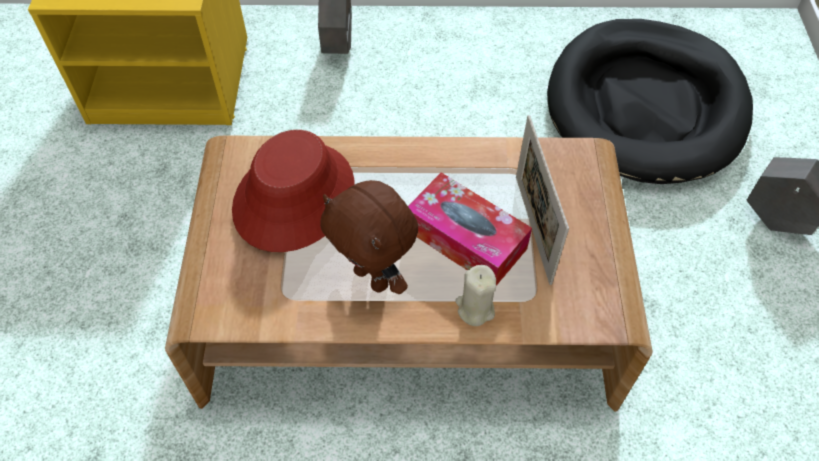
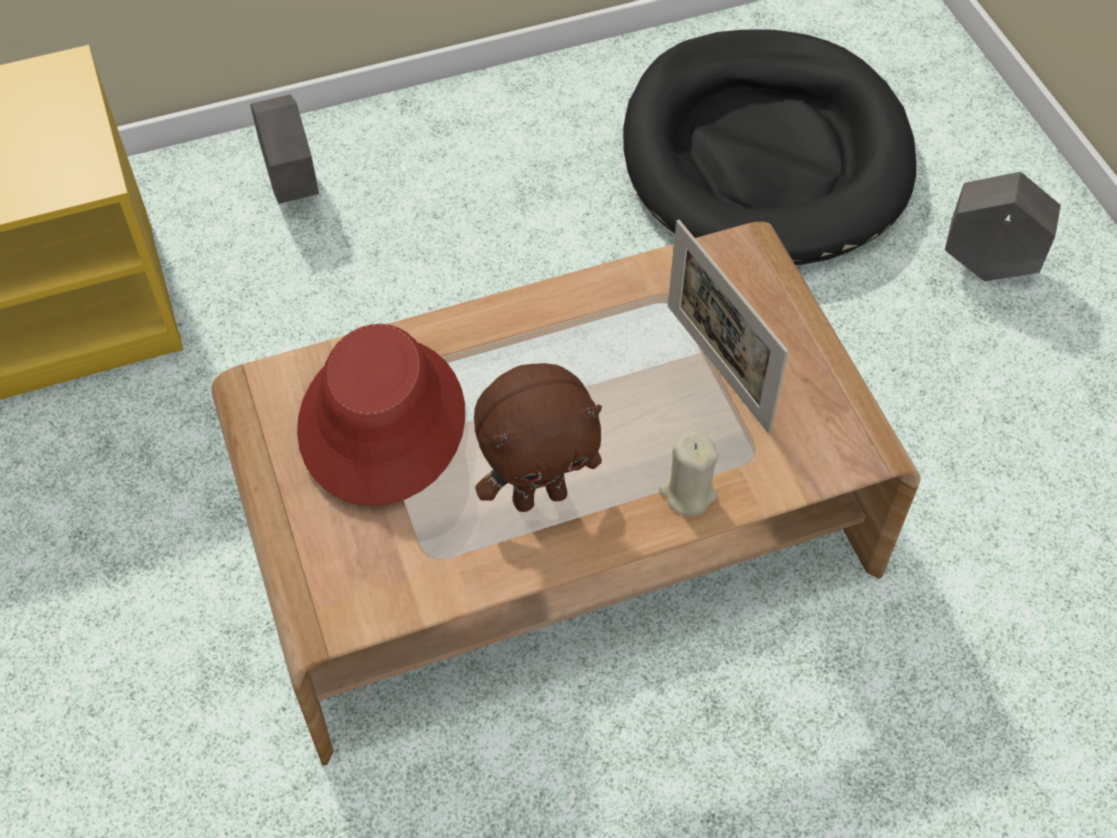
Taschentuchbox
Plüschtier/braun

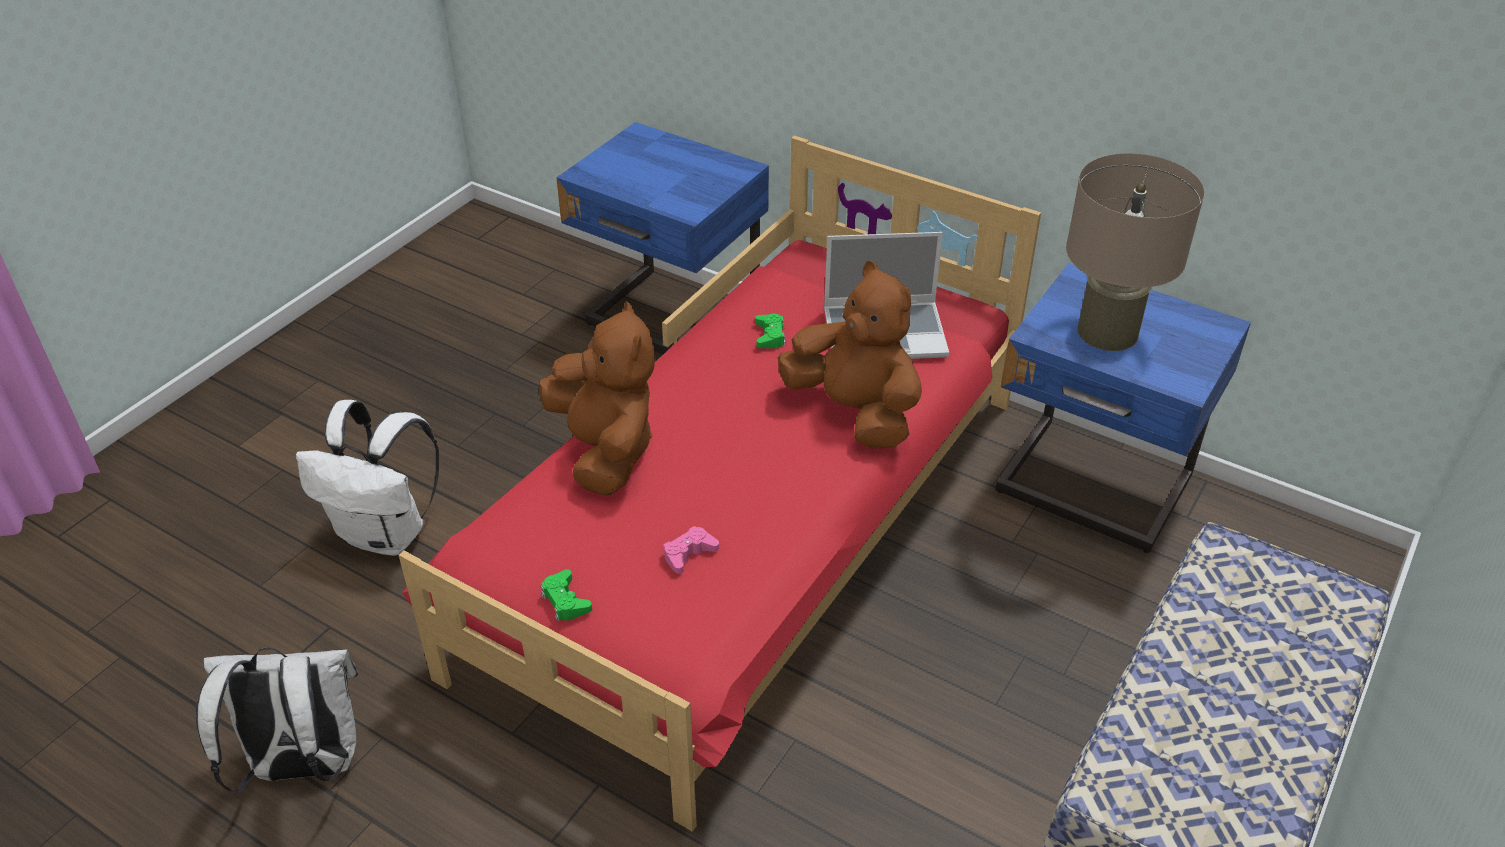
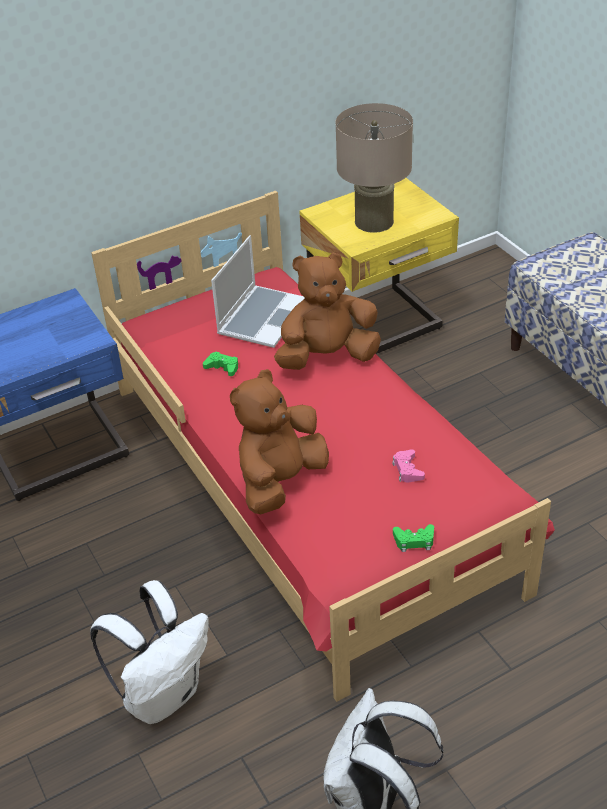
Nachttisch/gelb
Plüschtier/braun (no. 1 from left)

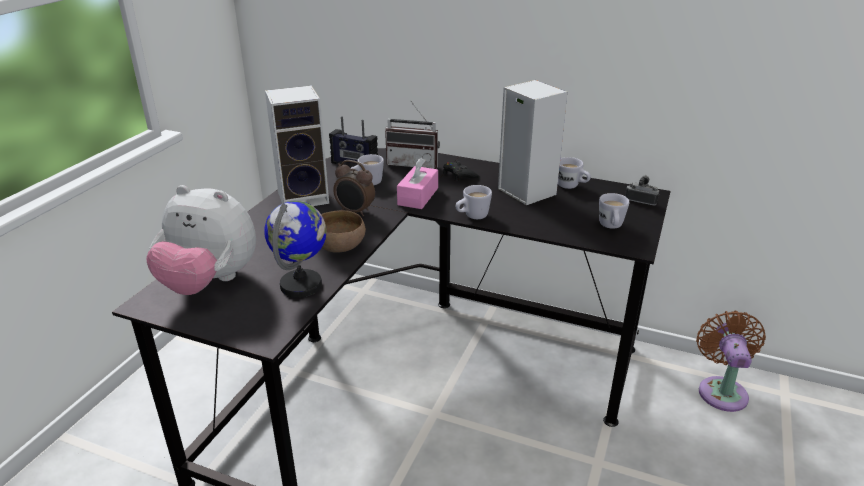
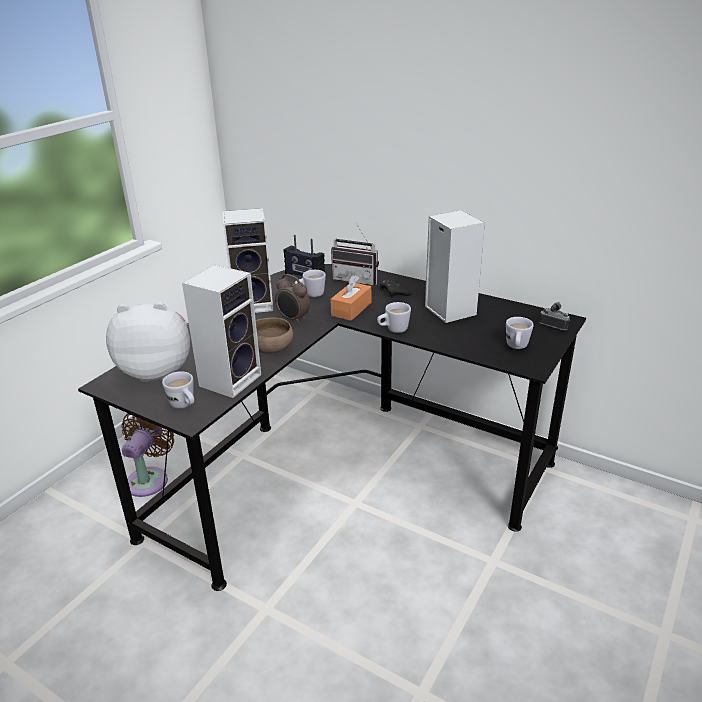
Henkelbecher/weiß (no. 1 from left)
Taschentuchbox/orange
Plüschtier
Lautsprecher (no. 1 from left)
Ventilator/braun

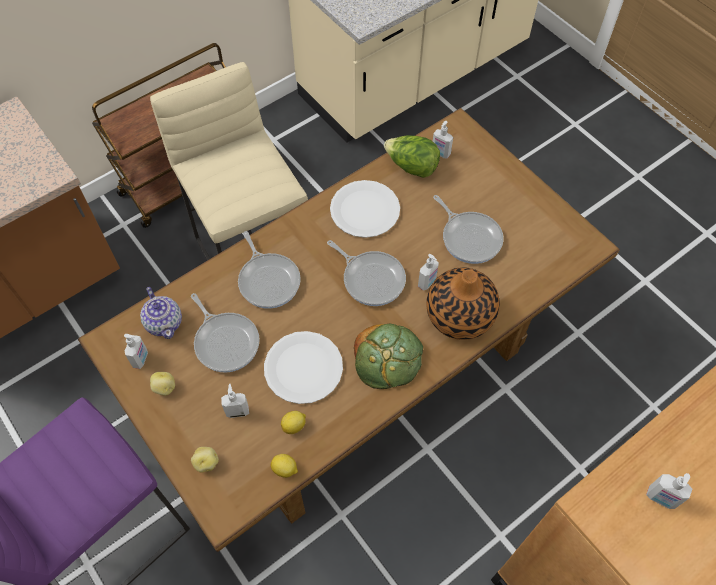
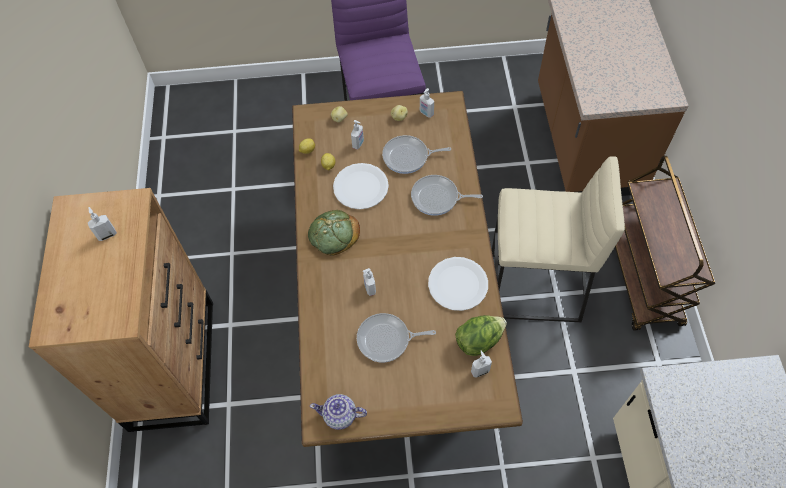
Pfanne (no. 3 from left in the first image)
Vase
Teekanne

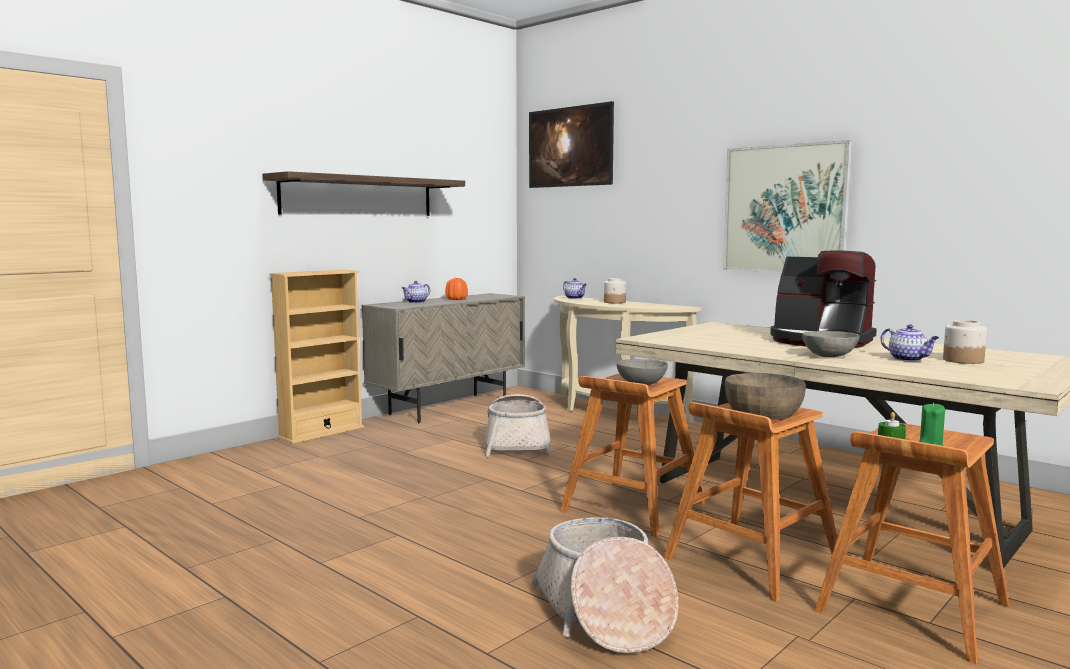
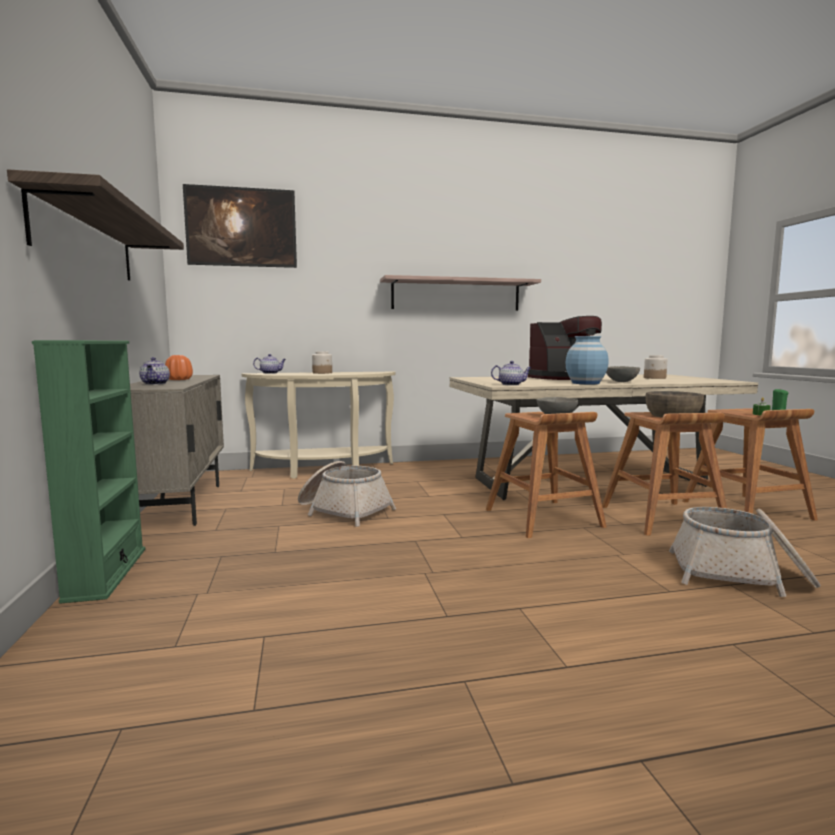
Wandregal (no. 2 from left)
Bücherregal/grün
Teekanne (no. 3 from left)
Vase/blau

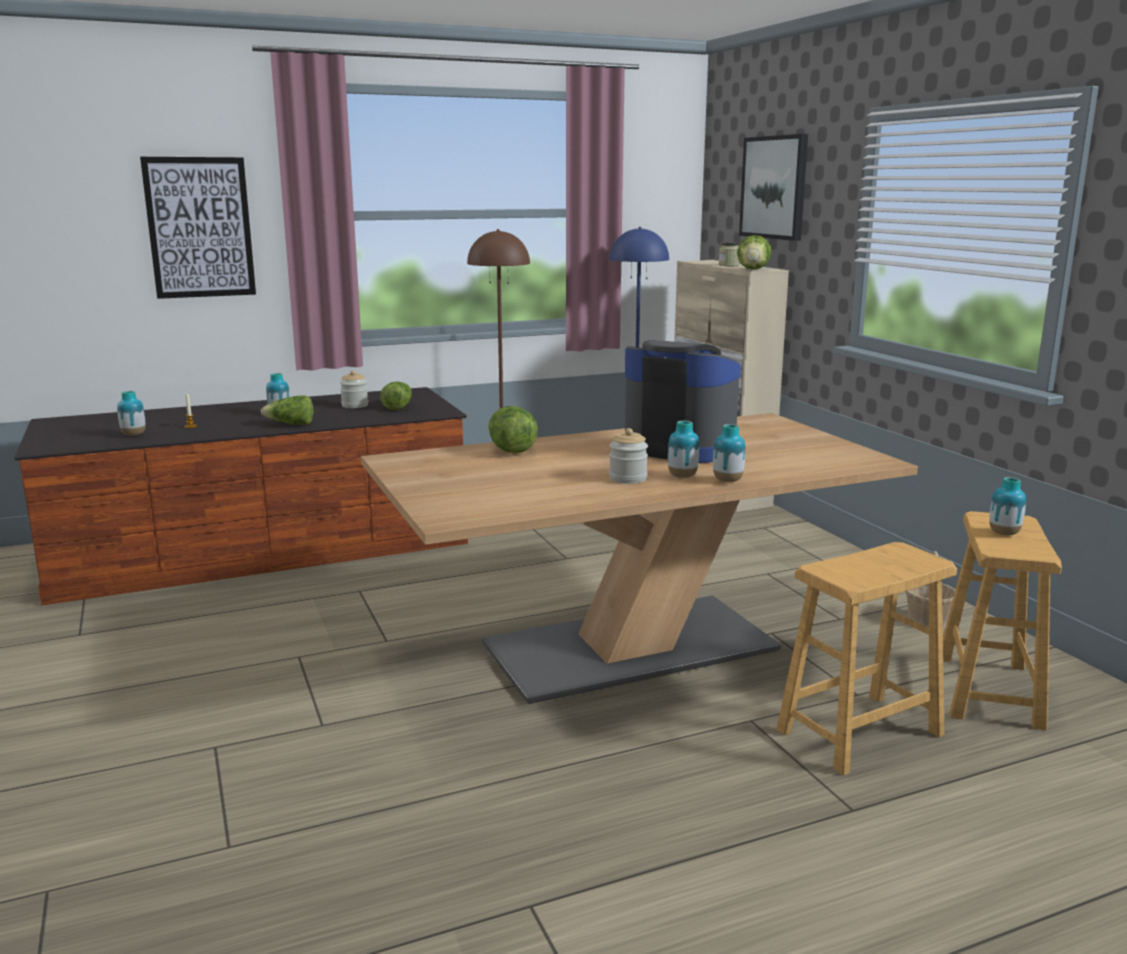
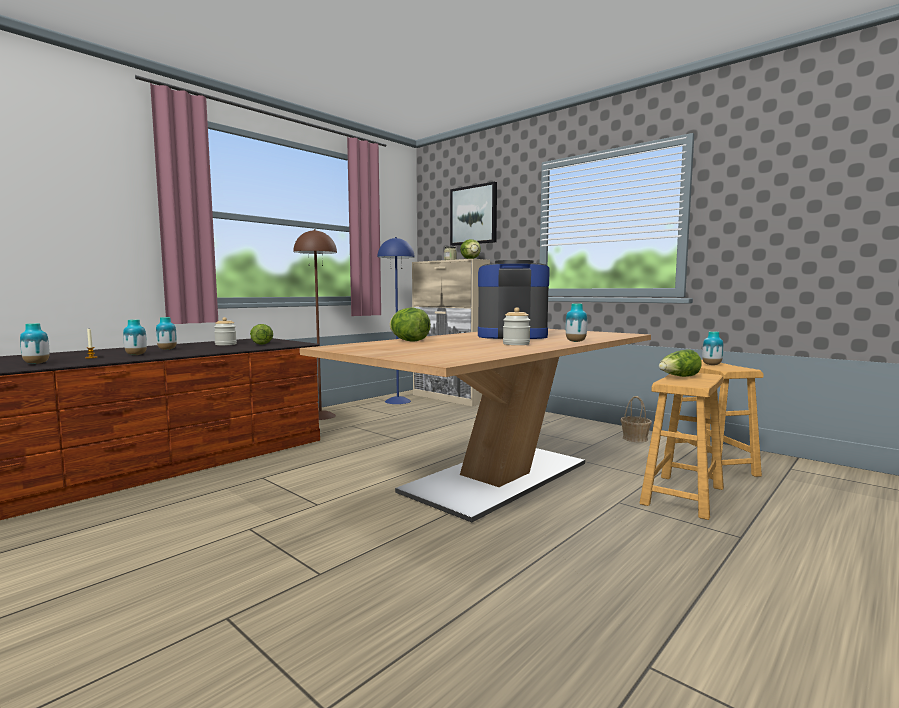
Bild (no. 1 from left in the first image)
Salatkopf (no. 4 from left)
Vase (no. 2 from left)

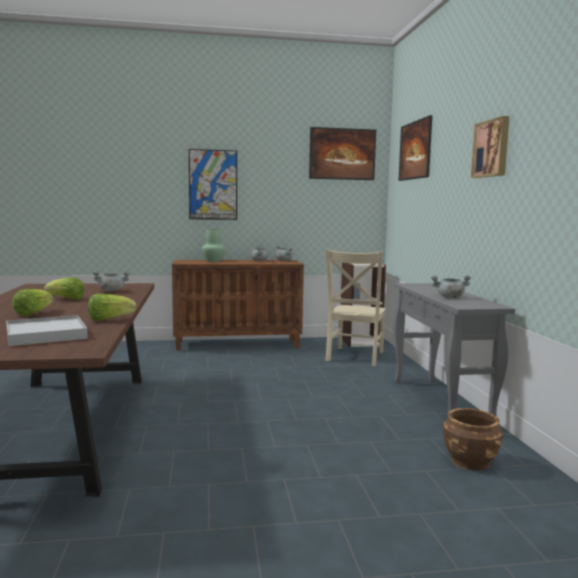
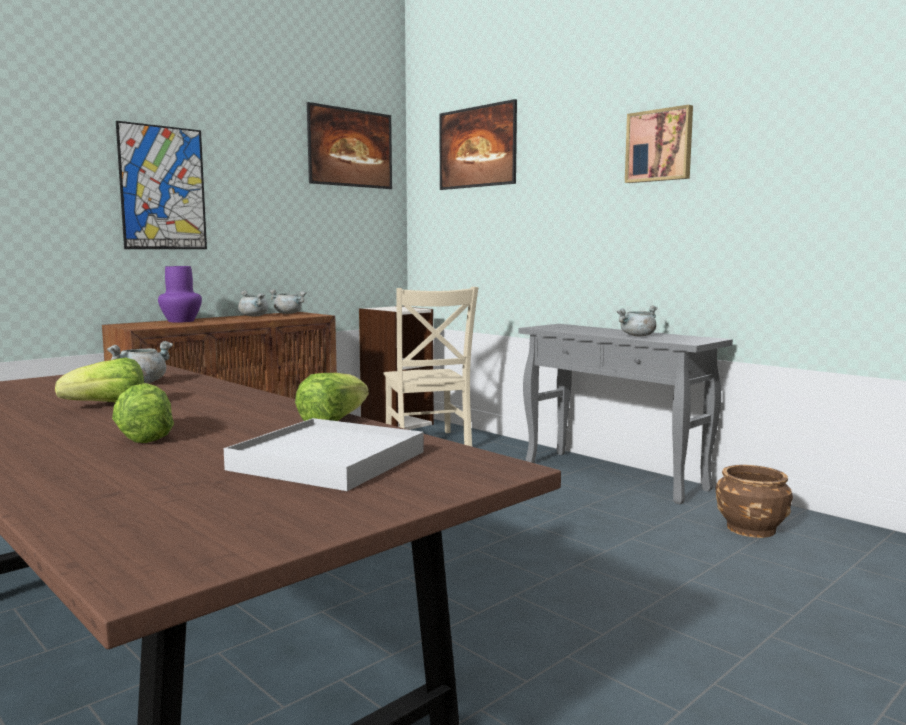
Vase/lila

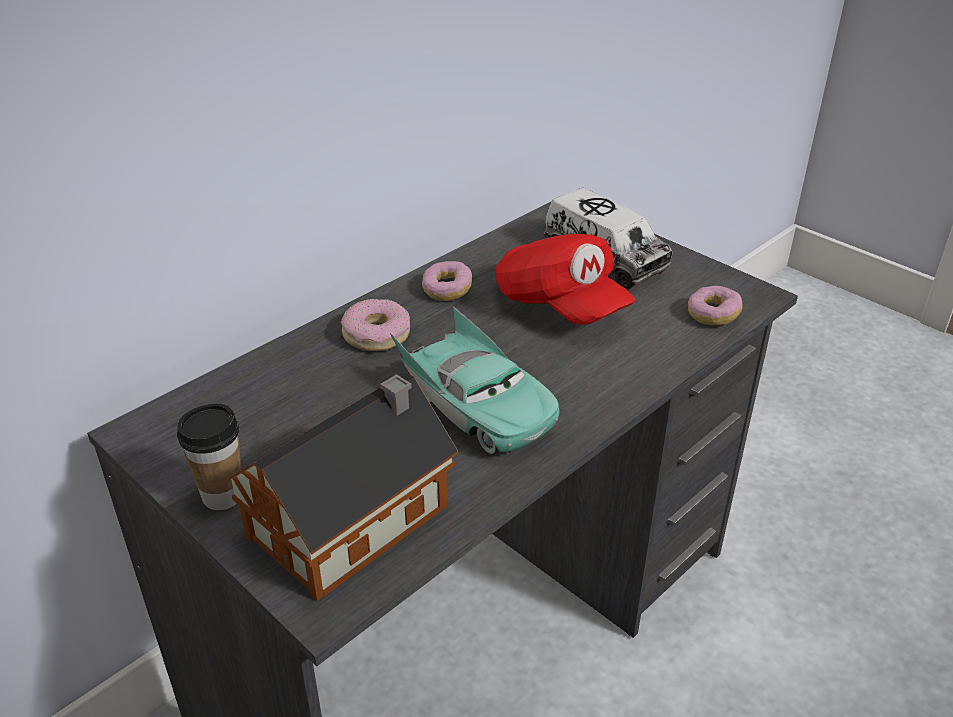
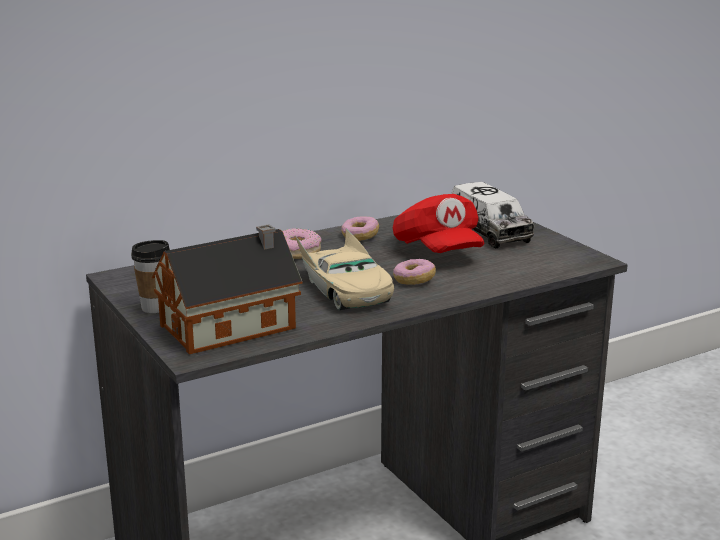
Donut (no. 3 from left)
Spielzeugauto/beige

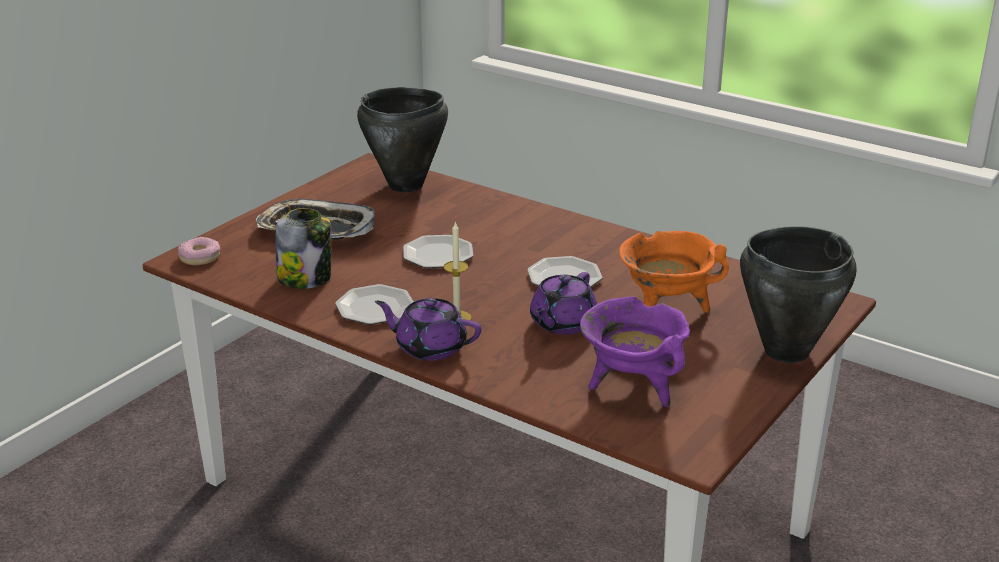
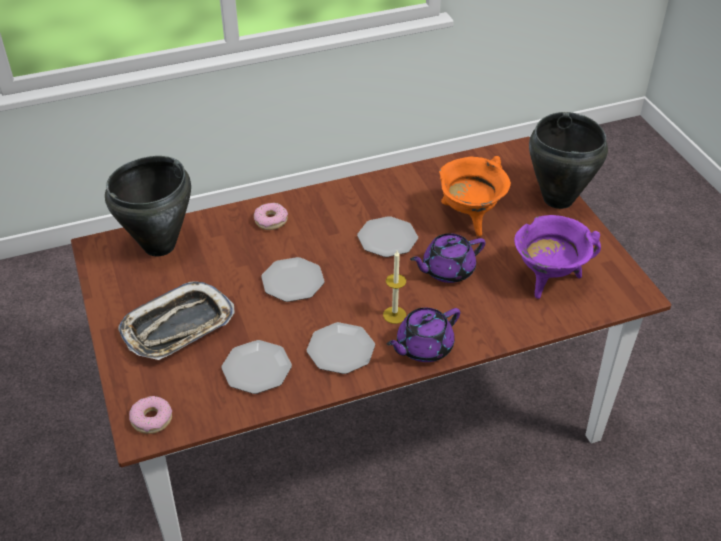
Teller (no. 1 from left)
Teekanne/lila (no. 2 from left)
Donut (no. 2 from left)

